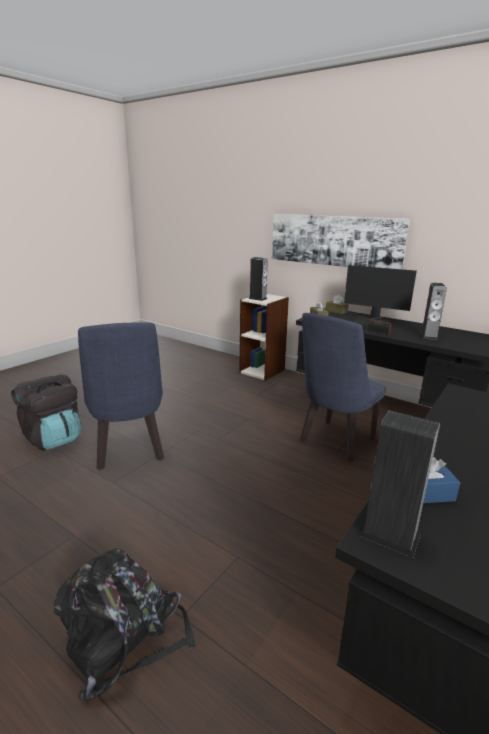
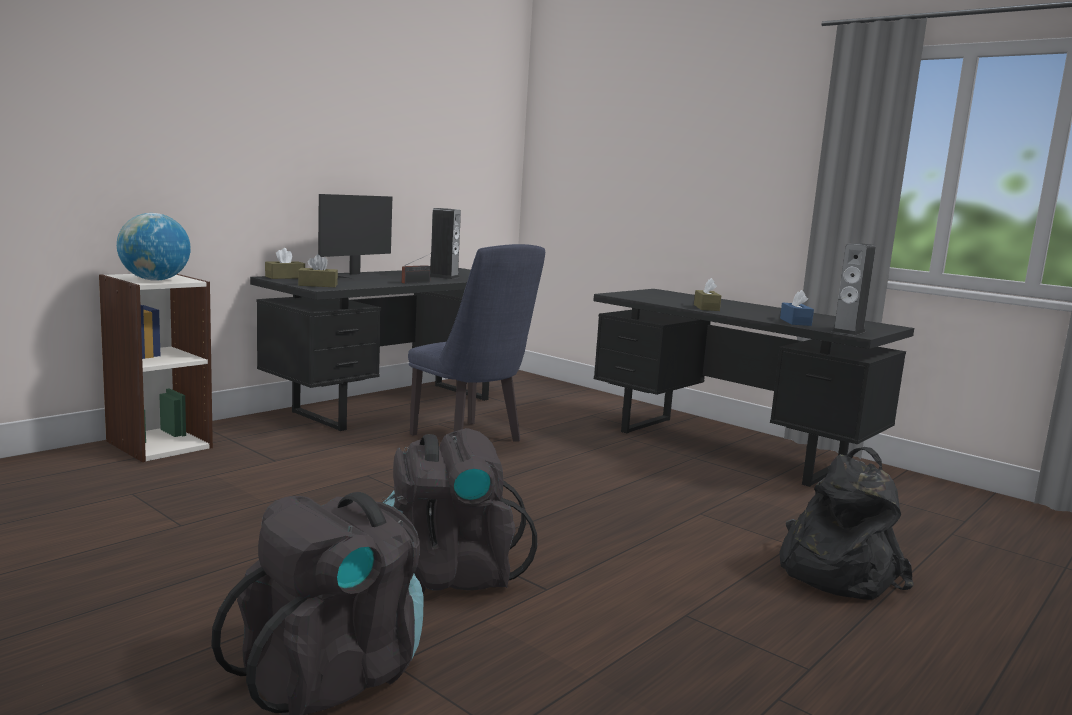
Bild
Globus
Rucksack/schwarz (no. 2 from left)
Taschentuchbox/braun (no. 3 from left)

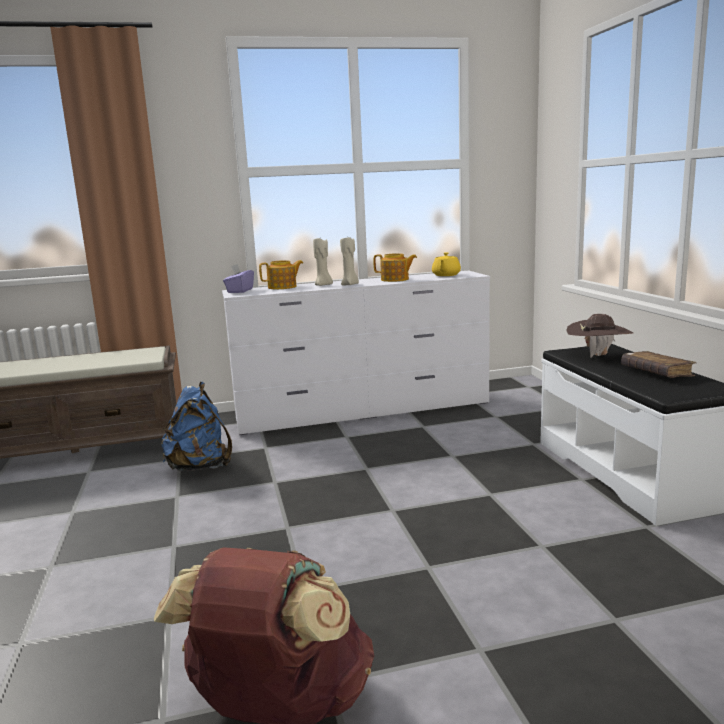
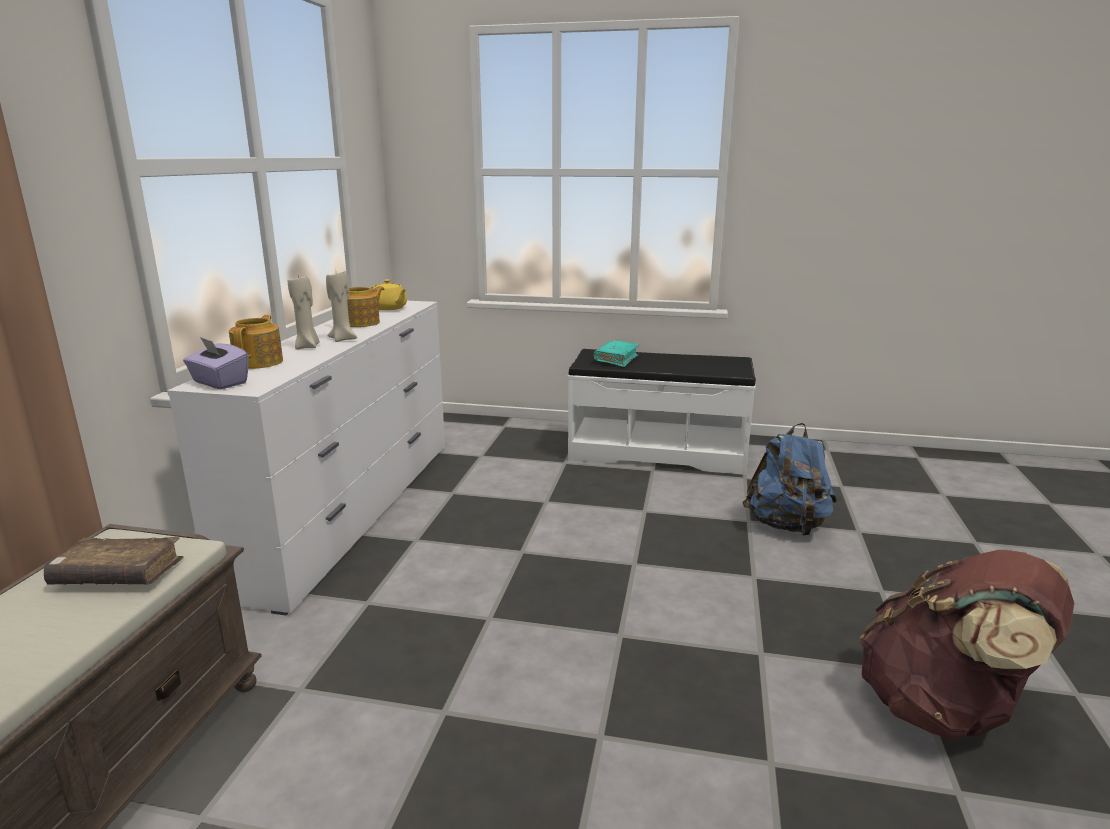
Buch/türkis
Buch/braun
Rucksack/blau

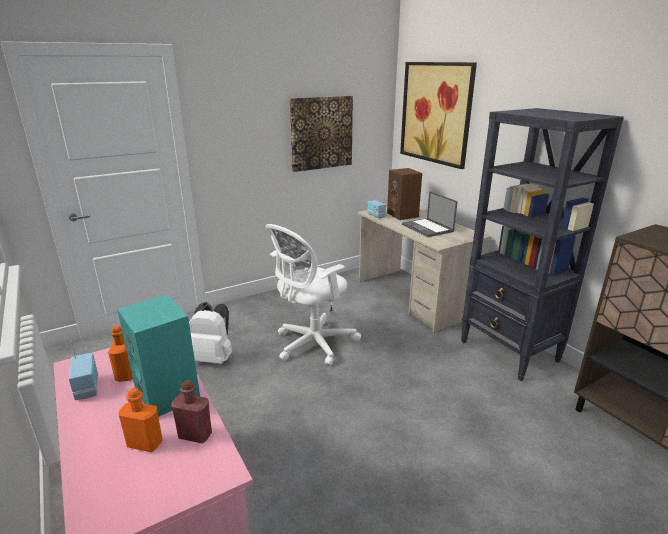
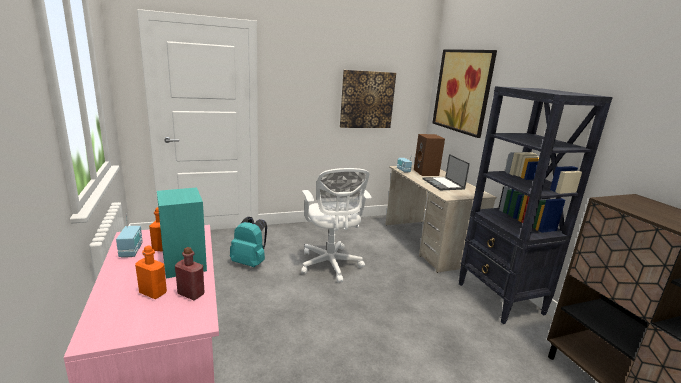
Bürostuhl/weiß
Rucksack/türkis

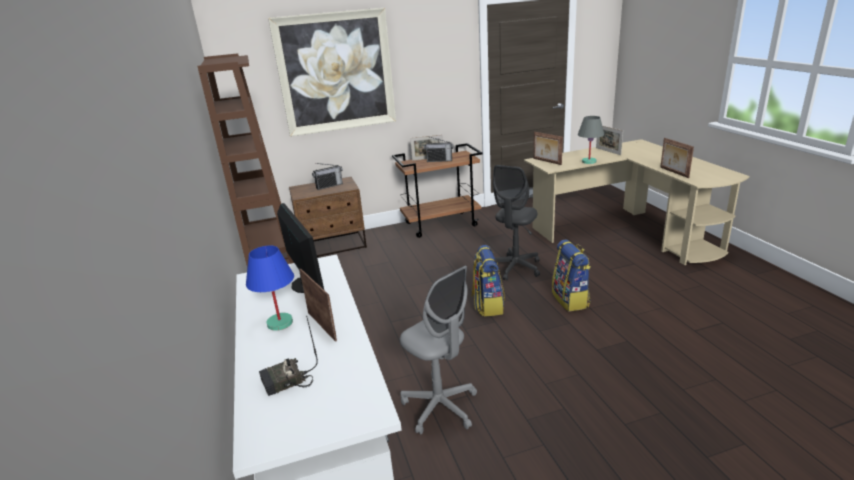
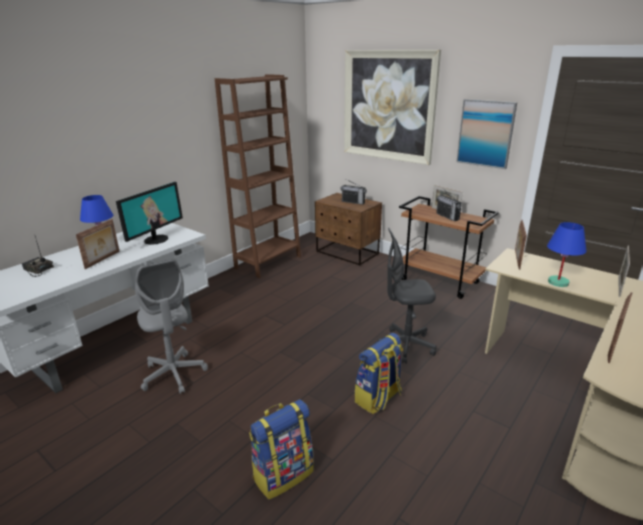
Tischlampe/blau (no. 2 from left)
Rucksack (no. 1 from left)
Bürostuhl/grau (no. 1 from left)
Bild (no. 2 from left)

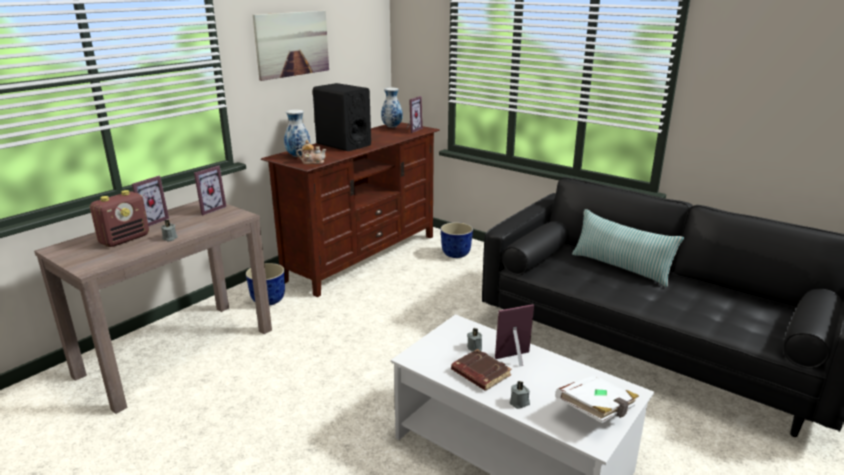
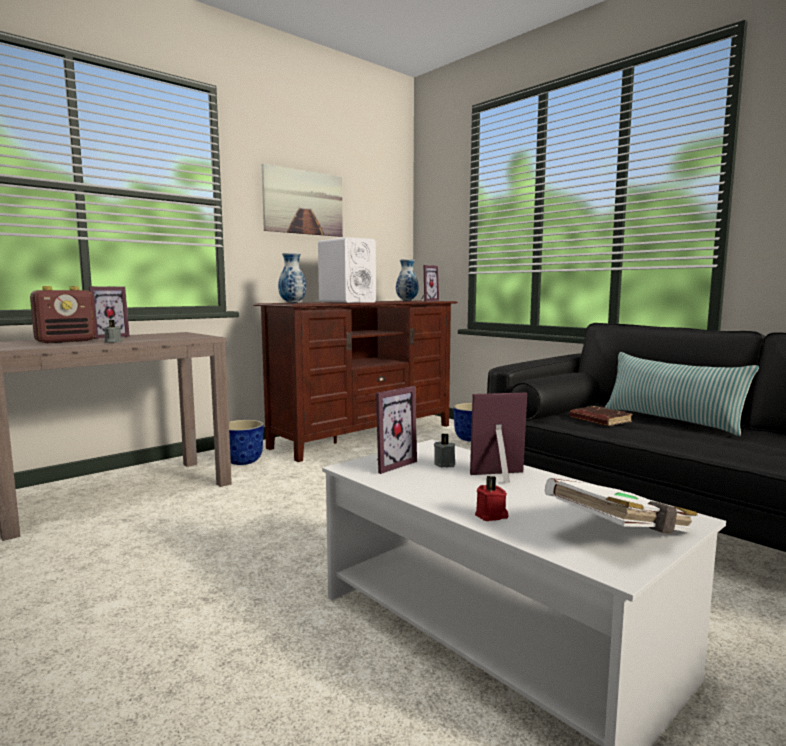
Lautsprecher/weiß
Teekanne
Bilderrahmen (no. 2 from left)
Buch/braun
Kerze/rot

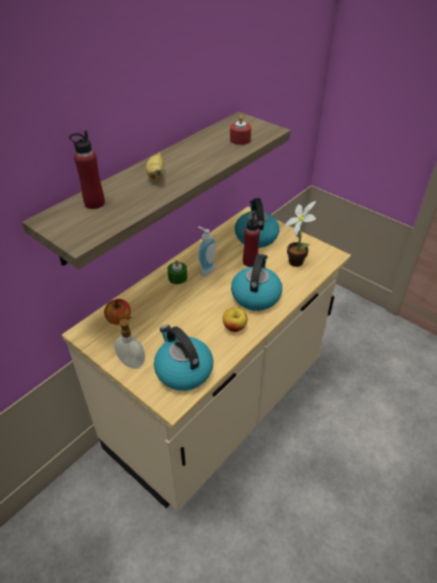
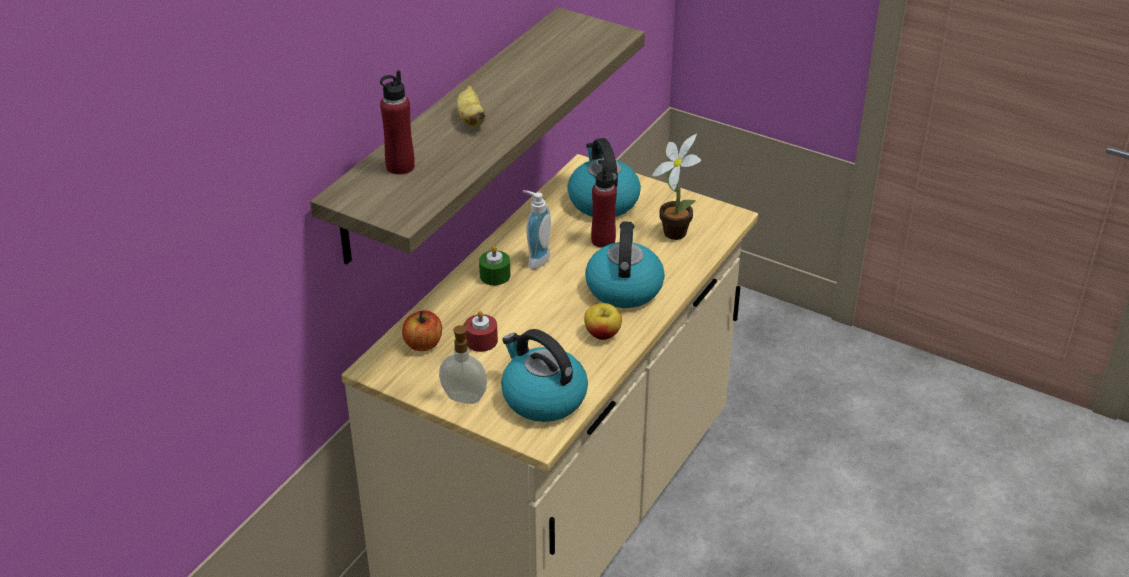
Kerze/rot

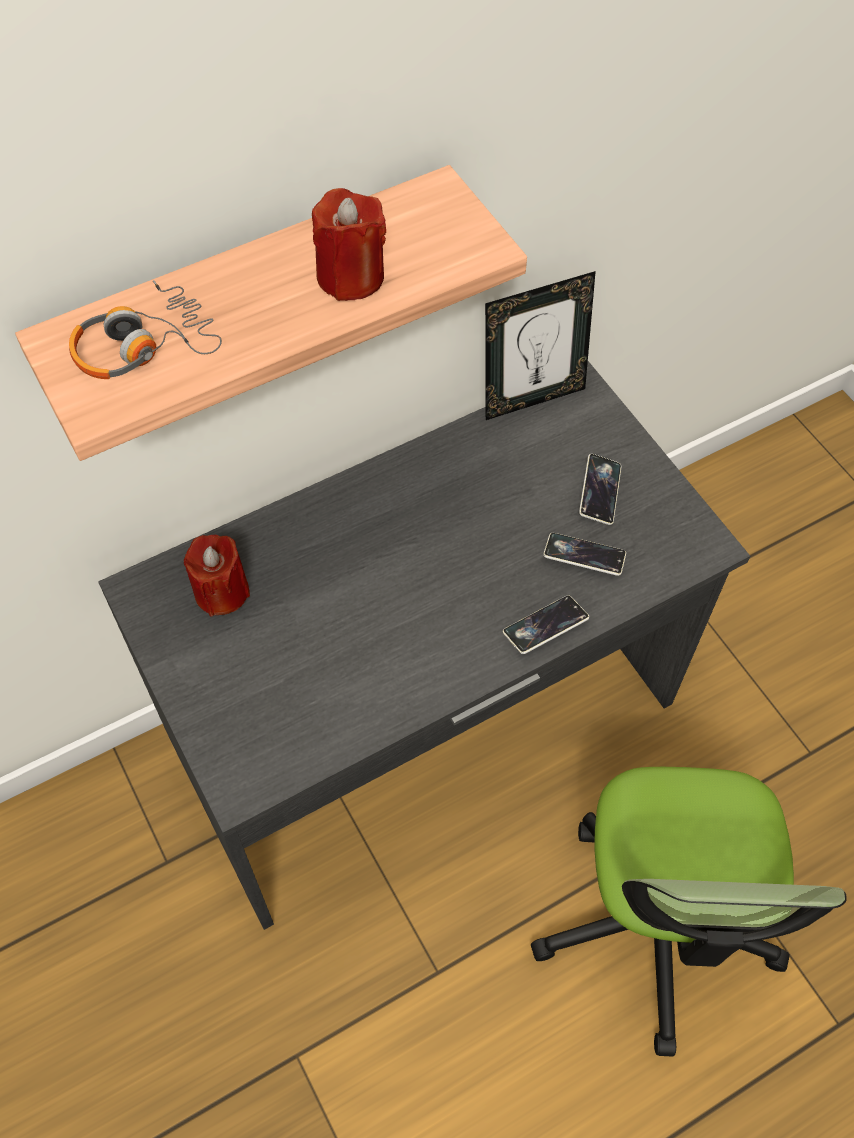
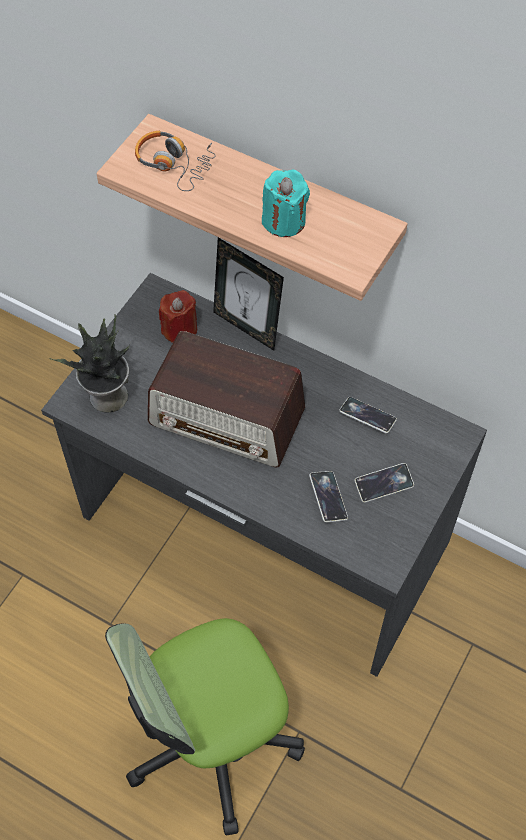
Kerze/türkis
Bilderrahmen
Handy (no. 2 from left)
Topfpflanze
Radio

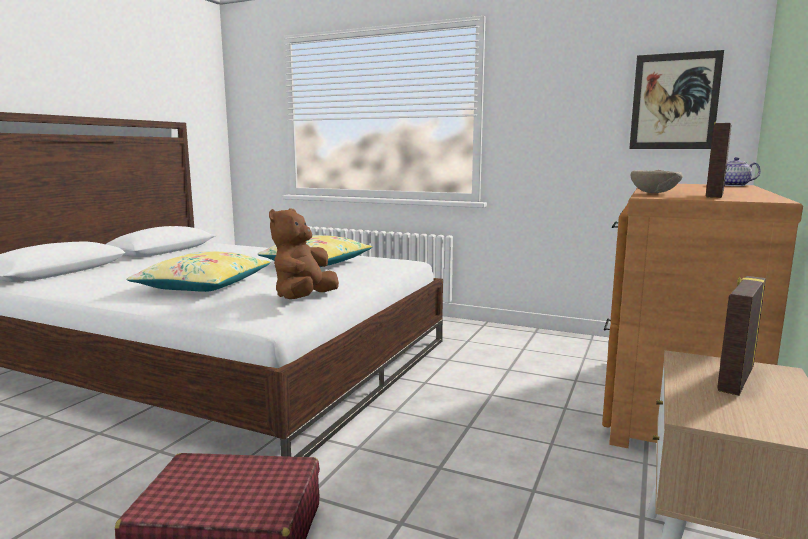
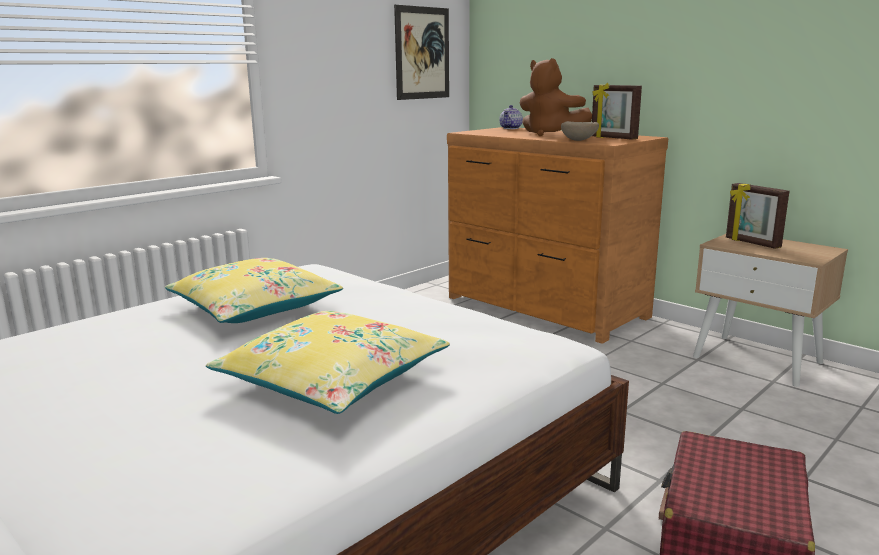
Plüschtier/braun

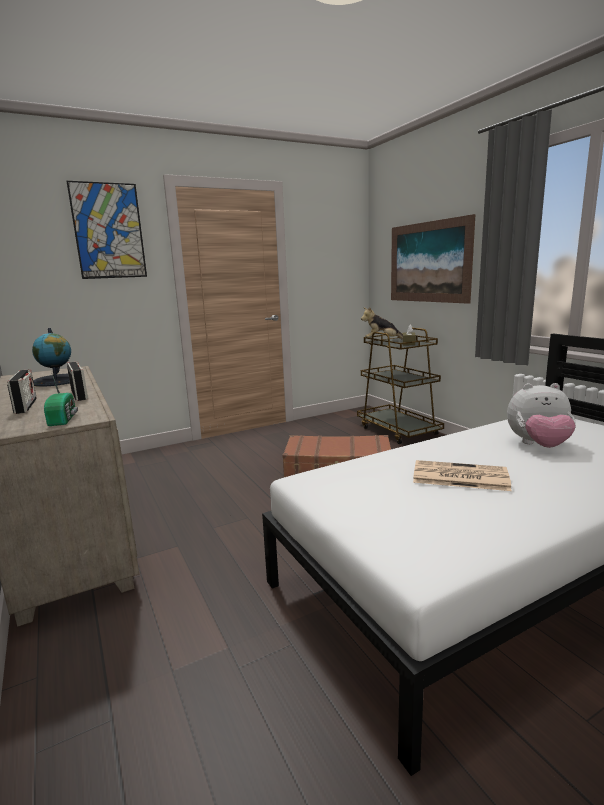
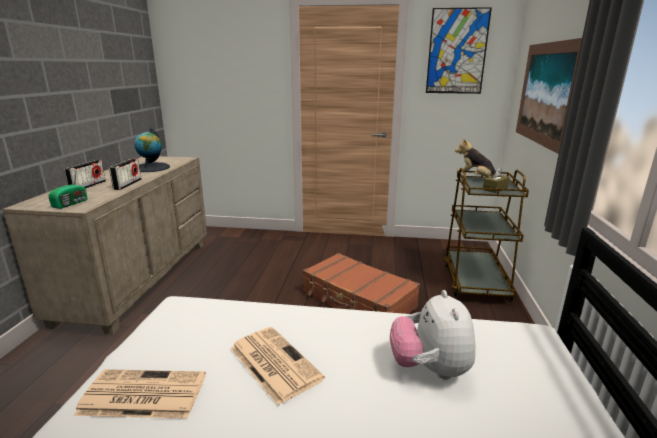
Bild (no. 1 from left)
Plüschtier (no. 1 from left)
Zeitung (no. 1 from left)

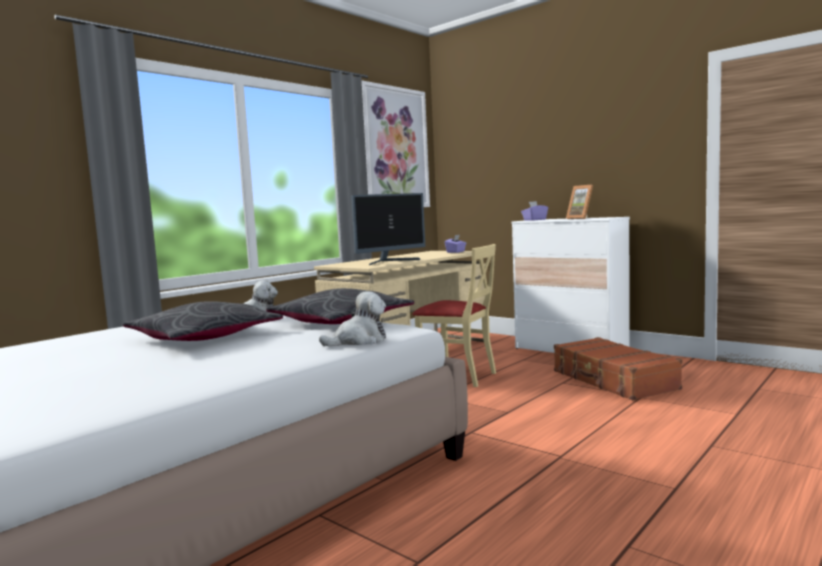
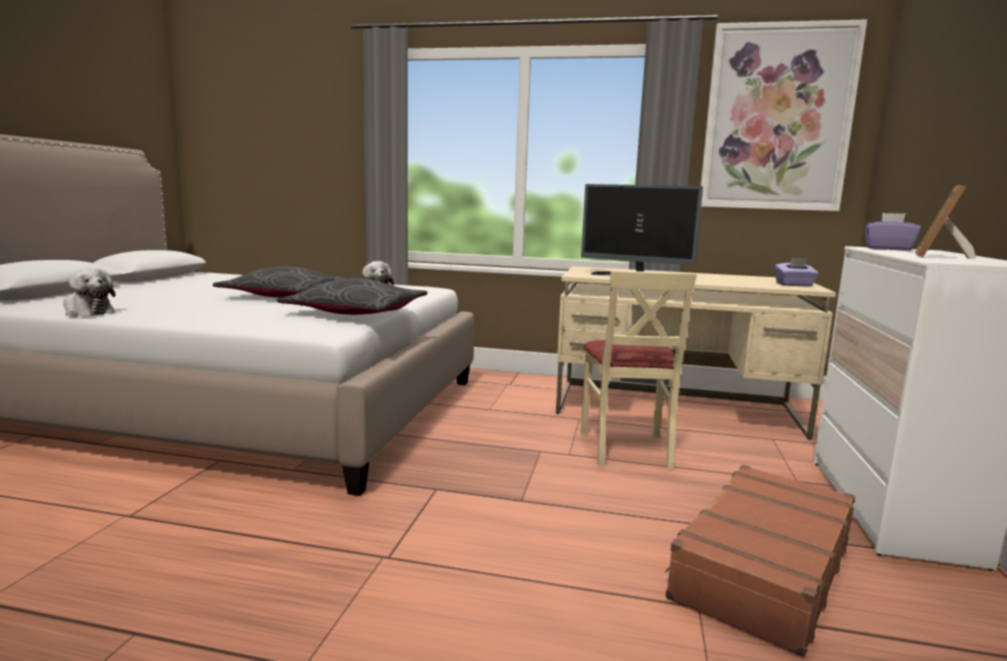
Plüschtier (no. 1 from left)

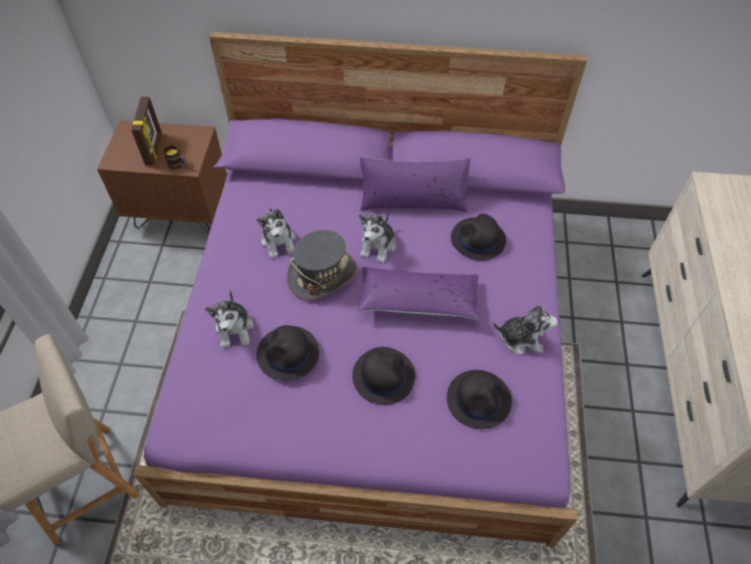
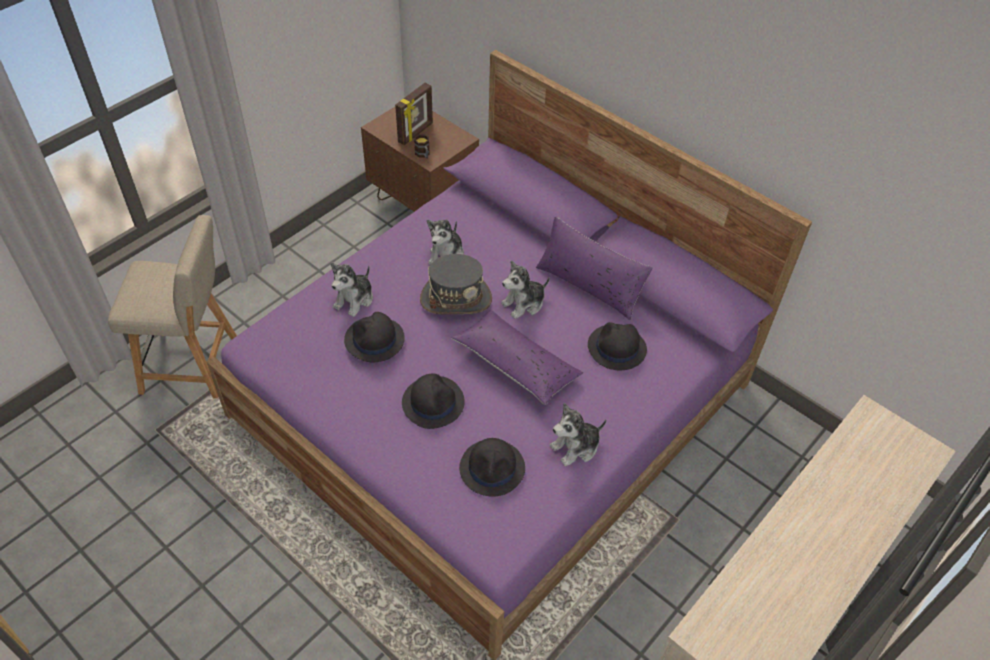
Plüschtier (no. 4 from left)

